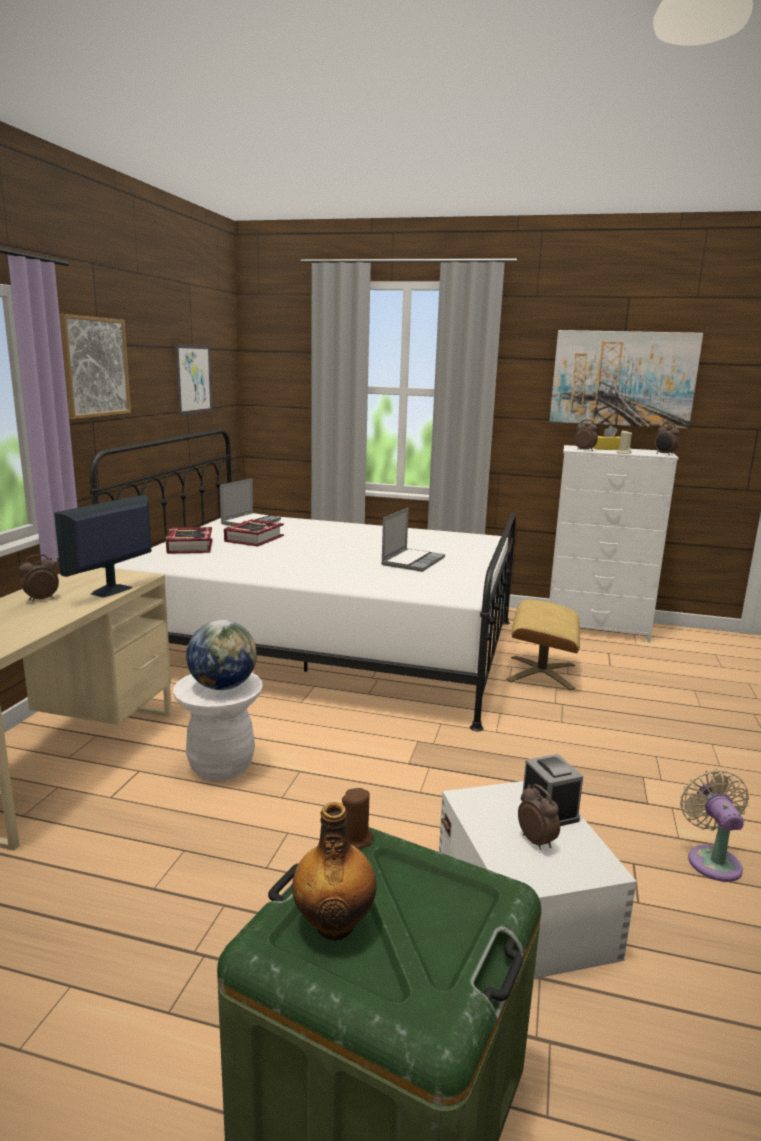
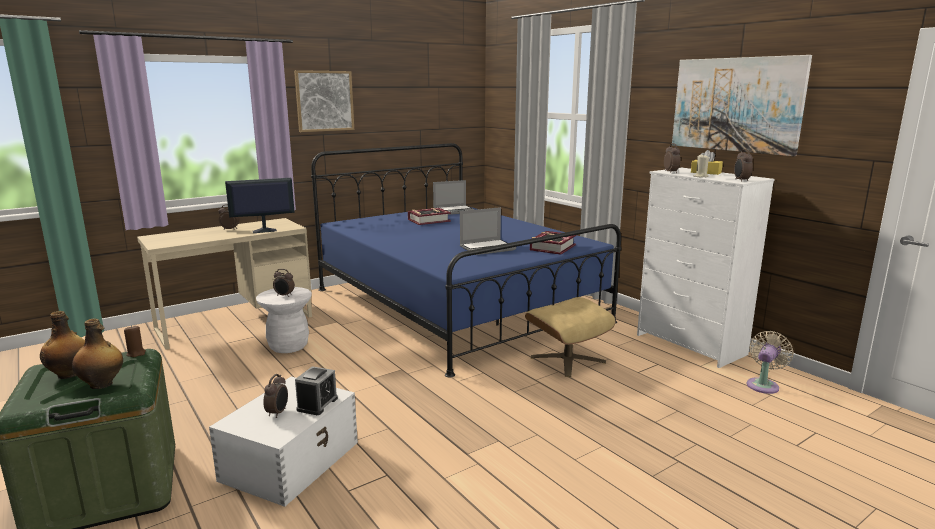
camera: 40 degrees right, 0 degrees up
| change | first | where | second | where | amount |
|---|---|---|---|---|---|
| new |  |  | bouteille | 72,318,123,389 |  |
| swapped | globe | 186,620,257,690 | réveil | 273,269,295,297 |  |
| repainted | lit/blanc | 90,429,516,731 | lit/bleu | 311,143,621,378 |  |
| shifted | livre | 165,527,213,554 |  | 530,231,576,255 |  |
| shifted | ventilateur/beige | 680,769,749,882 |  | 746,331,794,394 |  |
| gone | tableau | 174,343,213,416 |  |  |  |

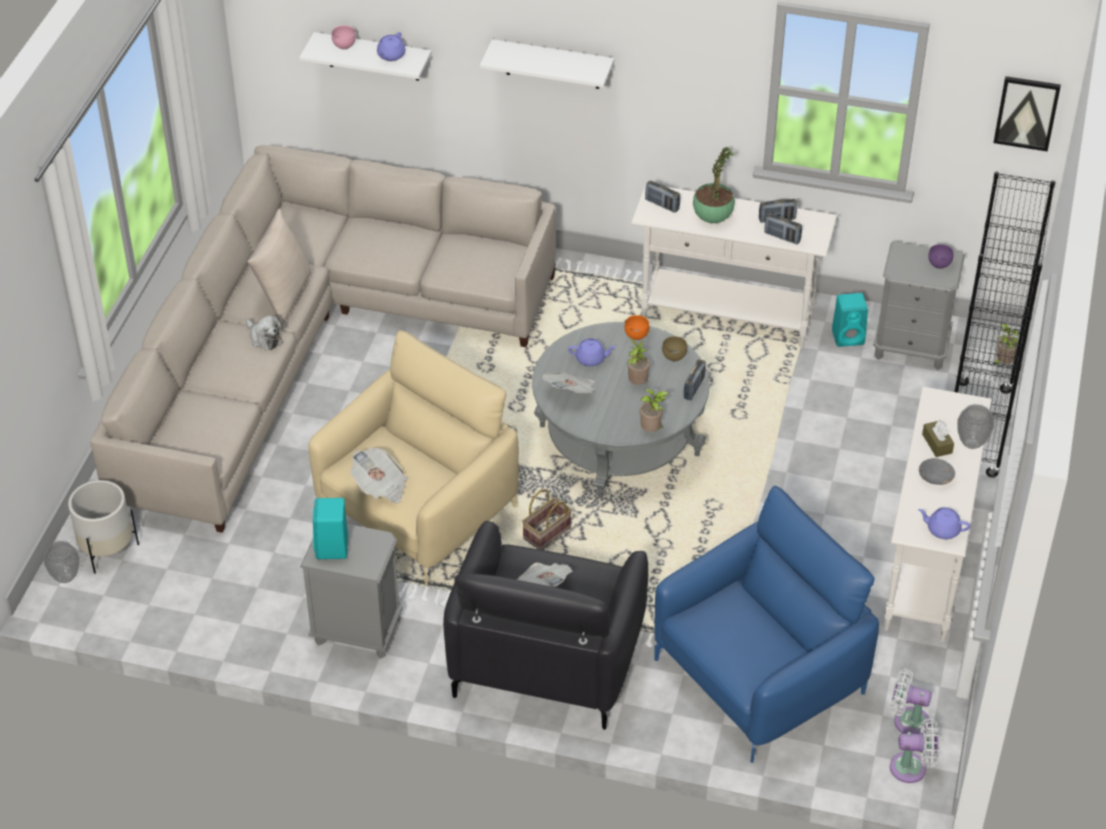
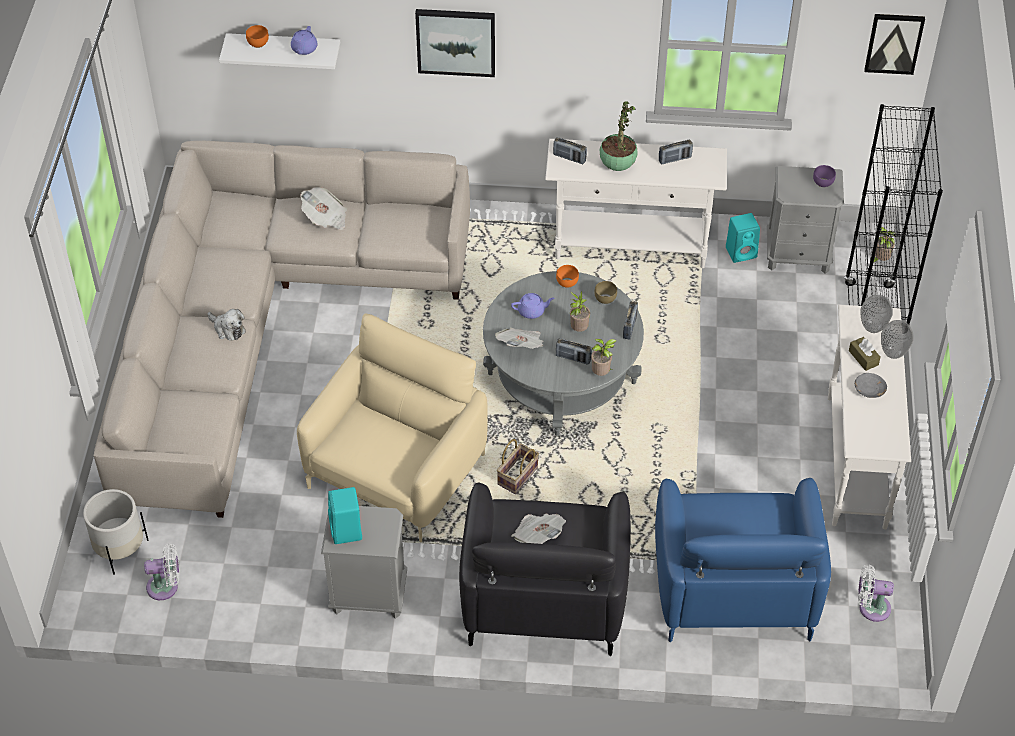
camera: 10 degrees left, 5 degrees up
| change | first | where | second | where | amount |
|---|---|---|---|---|---|
| shifted | ventilateur/blanc | 890,718,939,783 |  | 144,544,179,600 |  |
| repainted | bol/rose | 332,26,356,49 | bol/orange | 246,25,269,48 |  |
| shifted | journal | 350,448,408,504 |  | 300,187,347,230 |  |
| swapped | étagère/blanc | 480,39,614,89 | tableau | 415,9,495,77 |  |
| shifted | radio | 764,213,802,244 |  | 556,338,592,365 |  |
| rotated | fauteuil/bleu | 654,486,879,763 |  | 655,478,831,642 | 135 degrees clockwise |
| shifted | vase | 44,541,79,583 |  | 861,295,893,333 |  |
| gone | coussin/beige | 247,209,312,325 |  |  |  |
| gone | théière/violet | 918,508,971,539 |  |  |  |

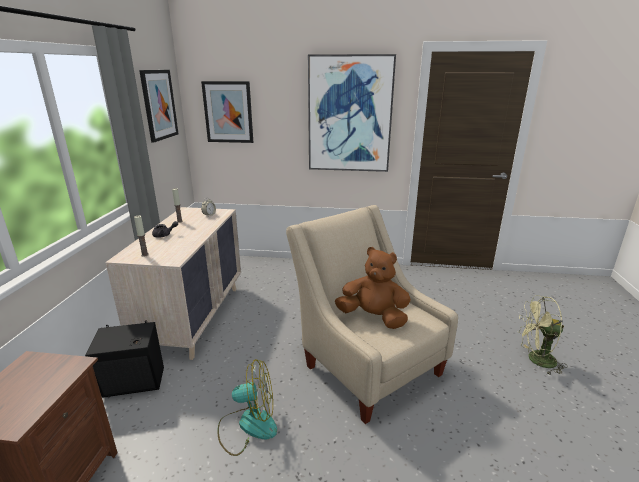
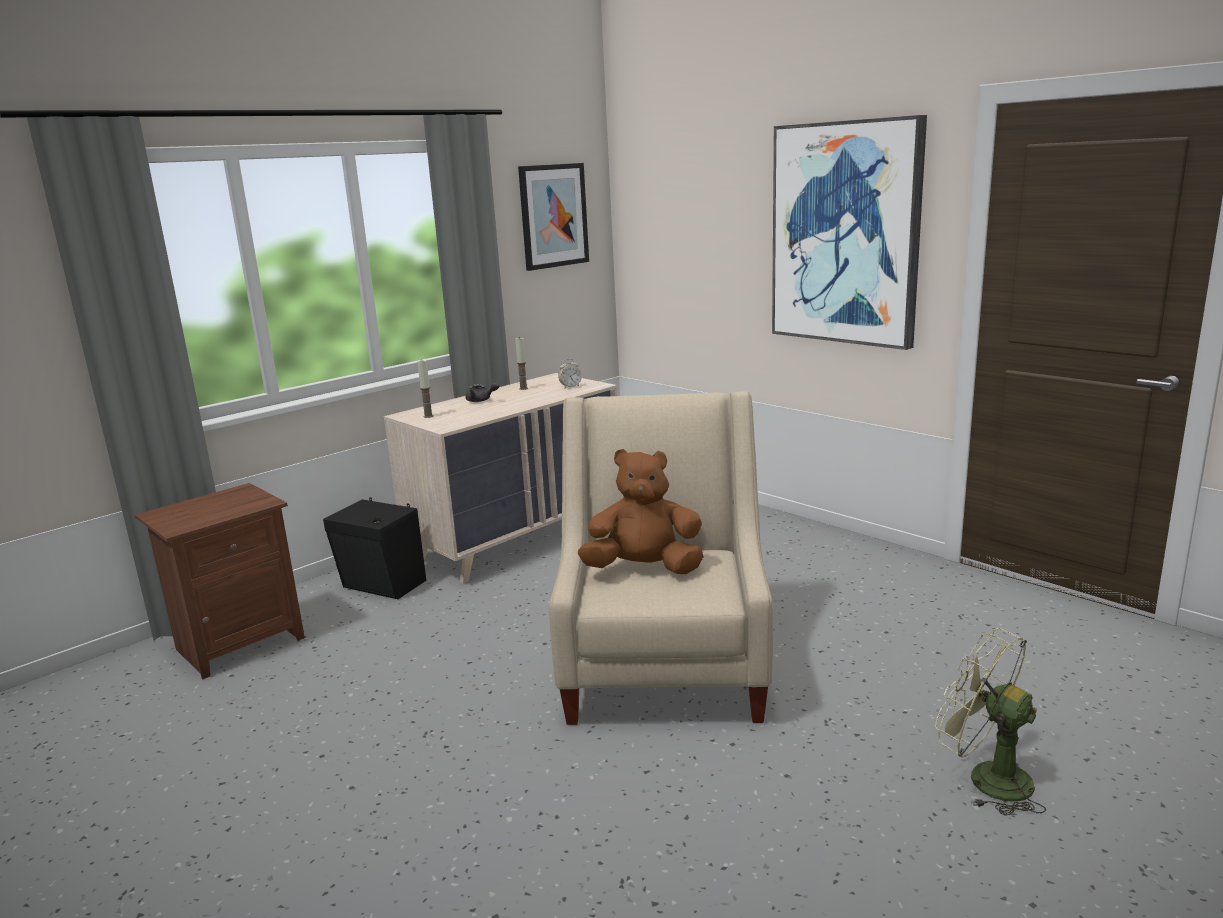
camera: 40 degrees right, 5 degrees down
| change | first | where | second | where | amount |
|---|---|---|---|---|---|
| rotated | peluche/marron | 335,247,411,329 |  | 578,449,703,574 | 60 degrees counterclockwise |
| gone | tableau | 201,81,253,143 |  |  |  |
| gone | ventilateur | 217,359,277,456 |  |  |  |

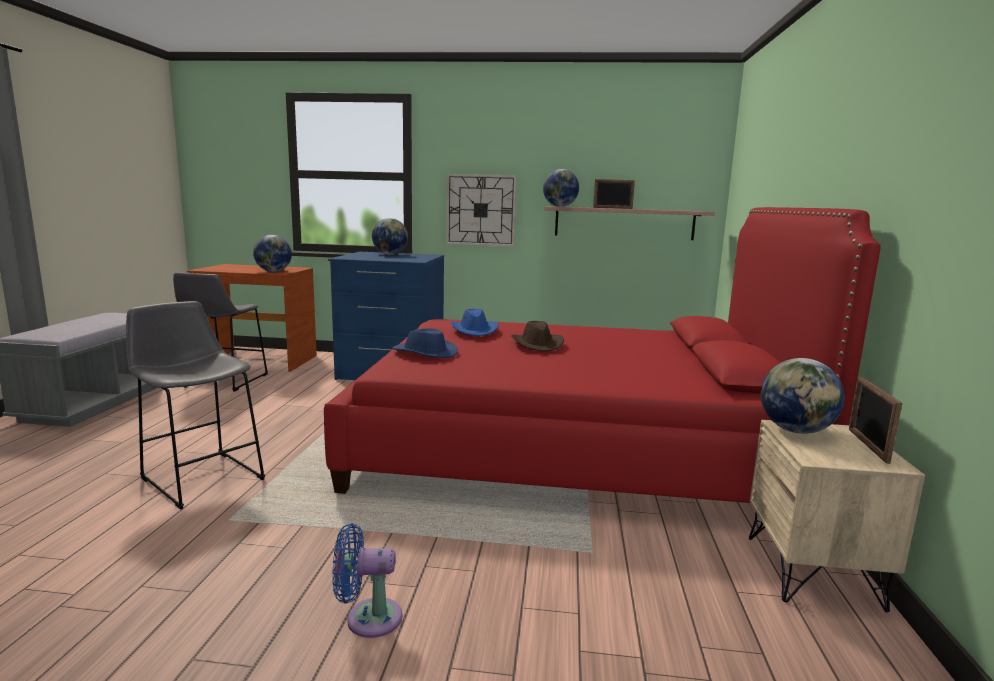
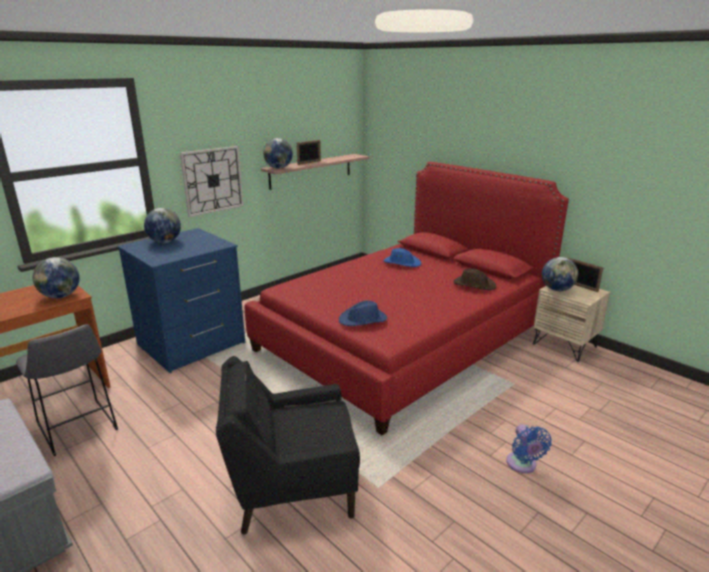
camera: 50 degrees left, 10 degrees up
| change | first | where | second | where | amount |
|---|---|---|---|---|---|
| swapped | tabouret/gris | 126,301,265,510 | fauteuil/noir | 216,356,360,535 |  |
| shifted | chapeau/bleu | 451,309,498,336 |  | 383,248,421,267 |  |
| shifted | chapeau/marron | 511,321,564,352 |  | 453,268,497,290 |  |
| rotated | ventilateur/bleu | 333,524,402,638 |  | 506,424,552,473 | 45 degrees counterclockwise |

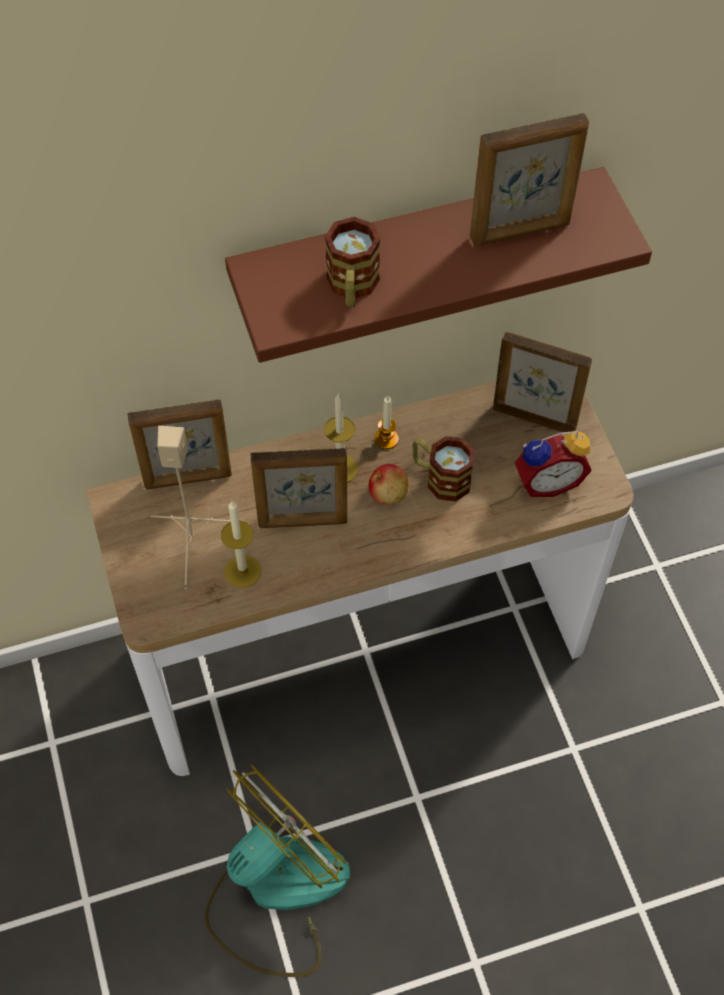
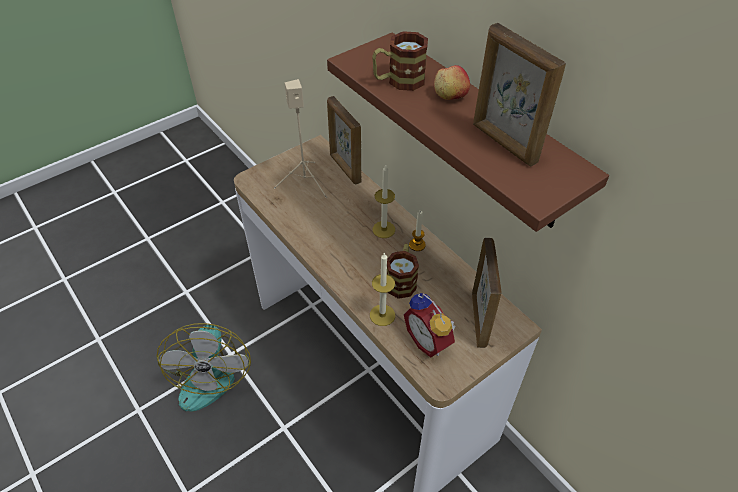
camera: 70 degrees right, 10 degrees down
| change | first | where | second | where | amount |
|---|---|---|---|---|---|
| rotated | ventilateur | 205,765,350,977 |  | 156,323,251,412 | 60 degrees clockwise |
| shifted | bougie | 221,501,261,588 |  | 370,253,395,326 |  |
| shifted | pomme | 368,464,408,505 |  | 434,65,470,100 |  |
| gone | cadre photo | 251,448,347,528 |  |  |  |

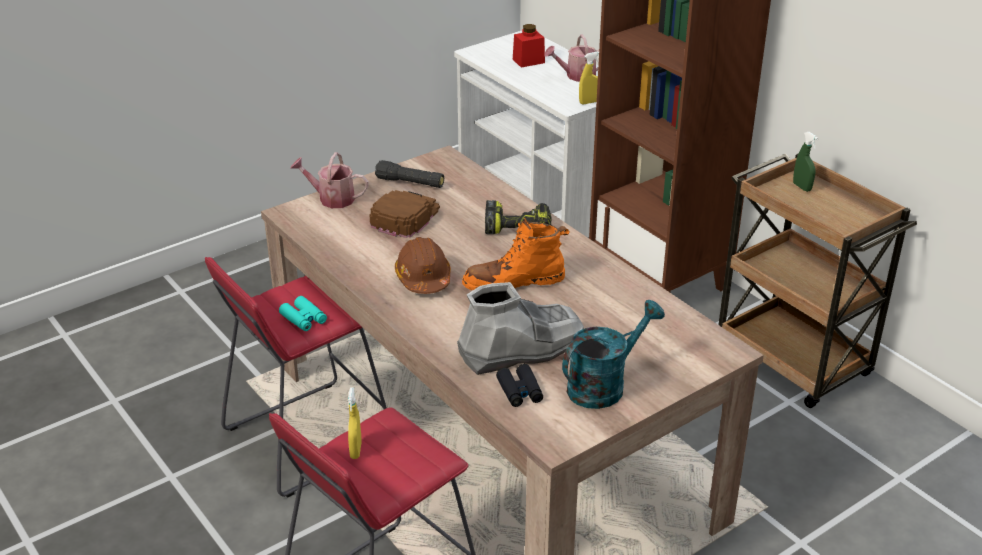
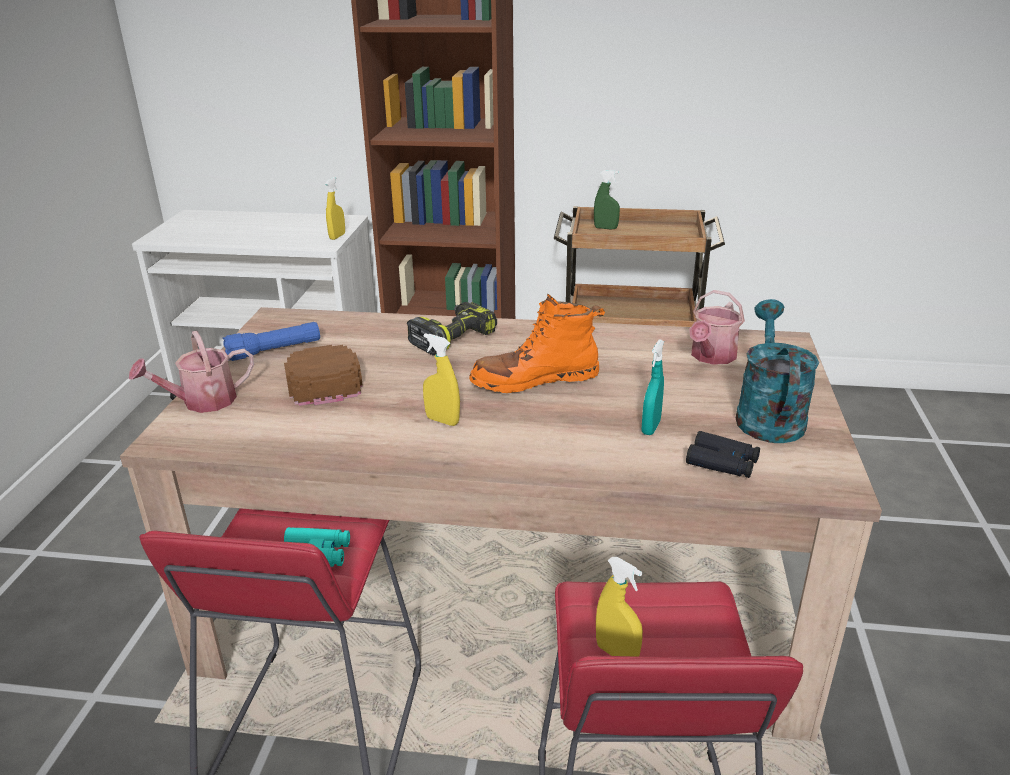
camera: 45 degrees left, 5 degrees down
| change | first | where | second | where | amount |
|---|---|---|---|---|---|
| repainted | lampe de poche/noir | 375,160,444,188 | lampe de poche/bleu | 223,322,320,361 |  |
| swapped | casque de chantier/marron | 395,237,451,294 | vaporisateur/jaune | 423,333,460,426 |  |
| rotated | botte/orange | 462,217,569,290 |  | 469,294,605,393 | 45 degrees clockwise |
| swapped | botte/gris | 457,282,584,375 | vaporisateur/turquoise | 642,339,664,435 |  |
| shifted | arrosoir | 544,34,599,82 |  | 689,290,745,365 |  |
| gone | bocal/rouge | 513,24,545,68 |  |  |  |

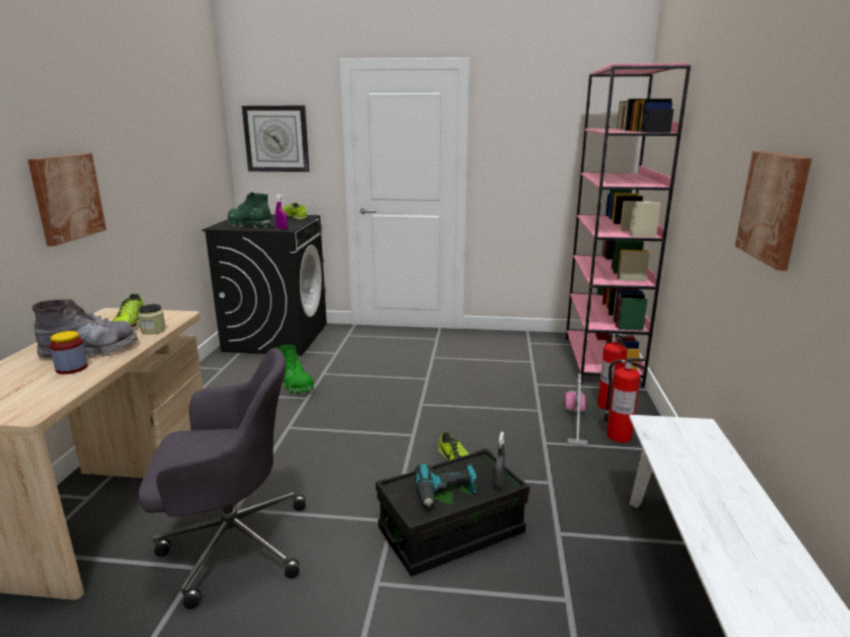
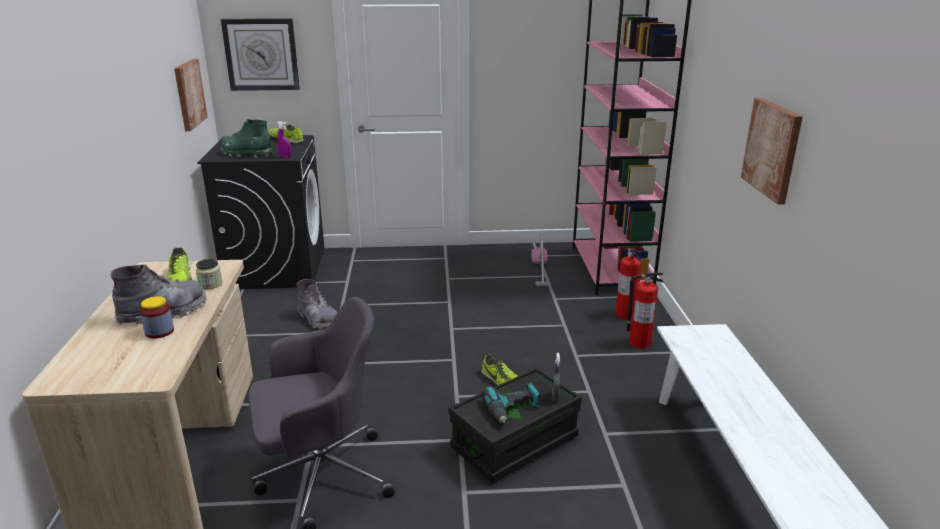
camera: 10 degrees left, 5 degrees up
| change | first | where | second | where | amount |
|---|---|---|---|---|---|
| shifted | tableau | 28,153,106,246 |  | 174,59,208,131 |  |
| repainted | botte/vert | 278,345,314,394 | botte/gris | 297,279,338,329 |  |
| shifted | aspirateur | 564,373,588,446 |  | 531,232,551,286 |  |

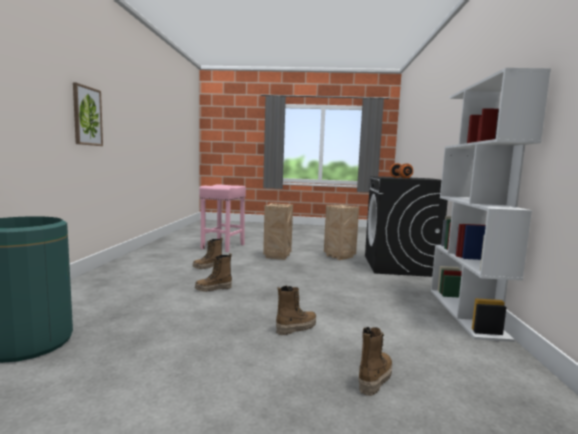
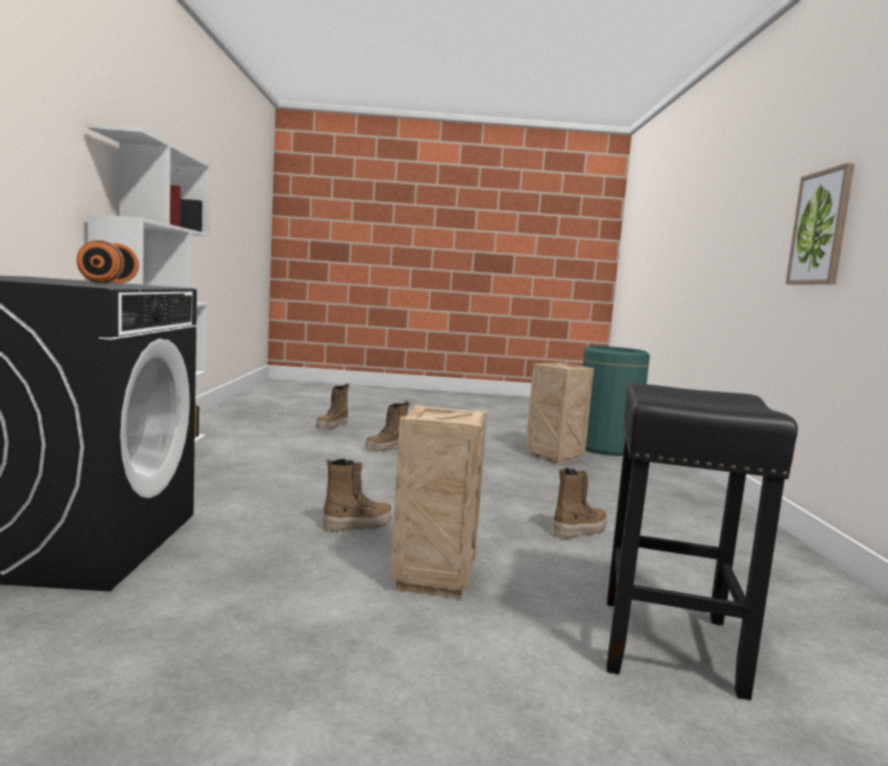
camera: 175 degrees right, 0 degrees up
| change | first | where | second | where | amount |
|---|---|---|---|---|---|
| shifted | botte | 195,253,232,292 |  | 323,459,392,532 |  |
| shifted | caisse | 324,205,359,260 |  | 526,363,594,465 |  |
| repainted | tabouret/rose | 199,184,246,252 | tabouret/noir | 607,383,798,700 |  |

